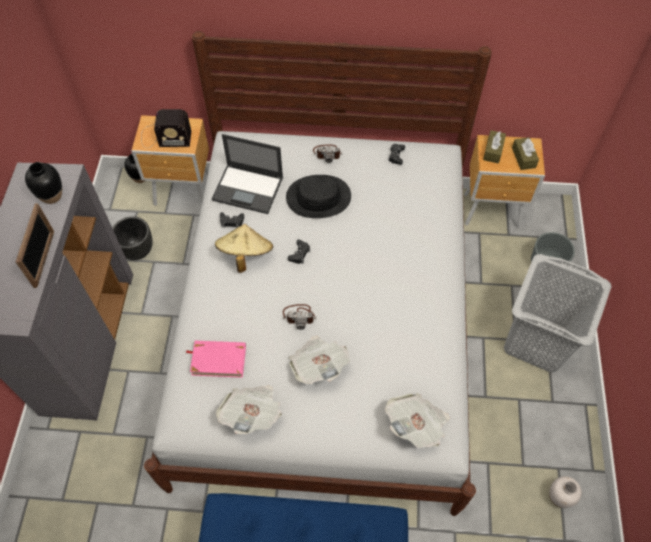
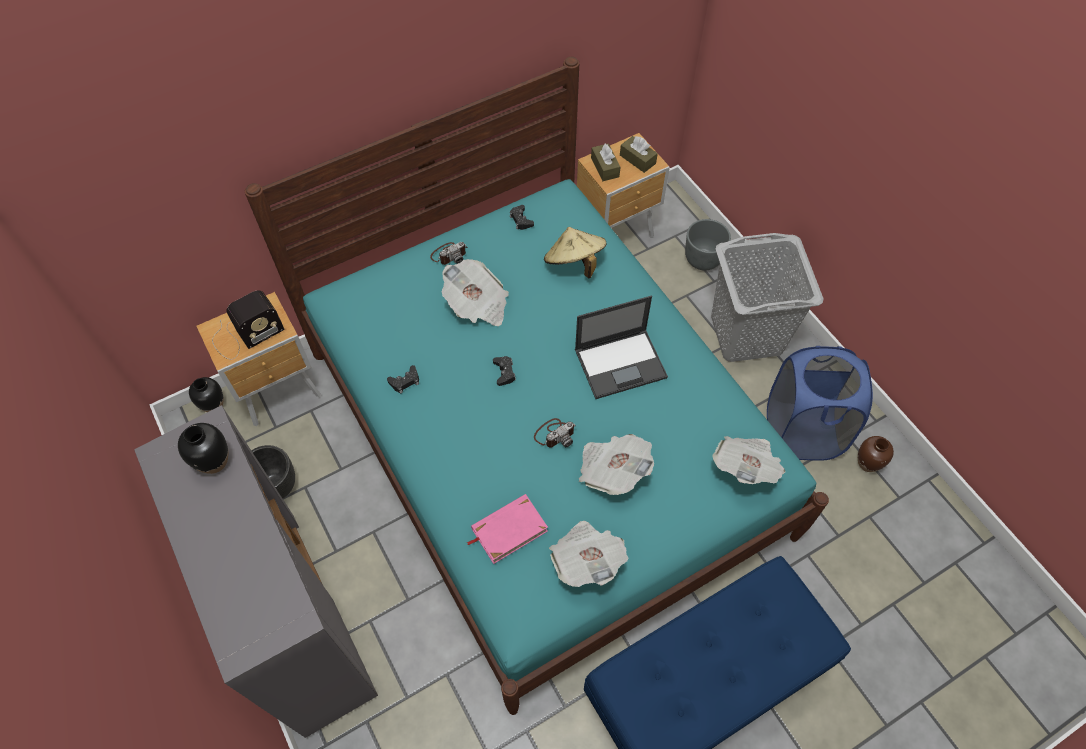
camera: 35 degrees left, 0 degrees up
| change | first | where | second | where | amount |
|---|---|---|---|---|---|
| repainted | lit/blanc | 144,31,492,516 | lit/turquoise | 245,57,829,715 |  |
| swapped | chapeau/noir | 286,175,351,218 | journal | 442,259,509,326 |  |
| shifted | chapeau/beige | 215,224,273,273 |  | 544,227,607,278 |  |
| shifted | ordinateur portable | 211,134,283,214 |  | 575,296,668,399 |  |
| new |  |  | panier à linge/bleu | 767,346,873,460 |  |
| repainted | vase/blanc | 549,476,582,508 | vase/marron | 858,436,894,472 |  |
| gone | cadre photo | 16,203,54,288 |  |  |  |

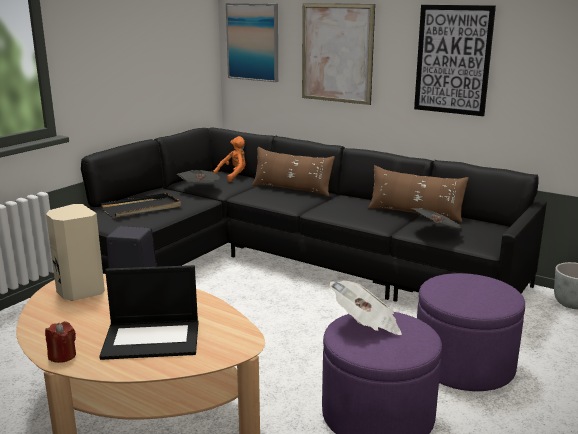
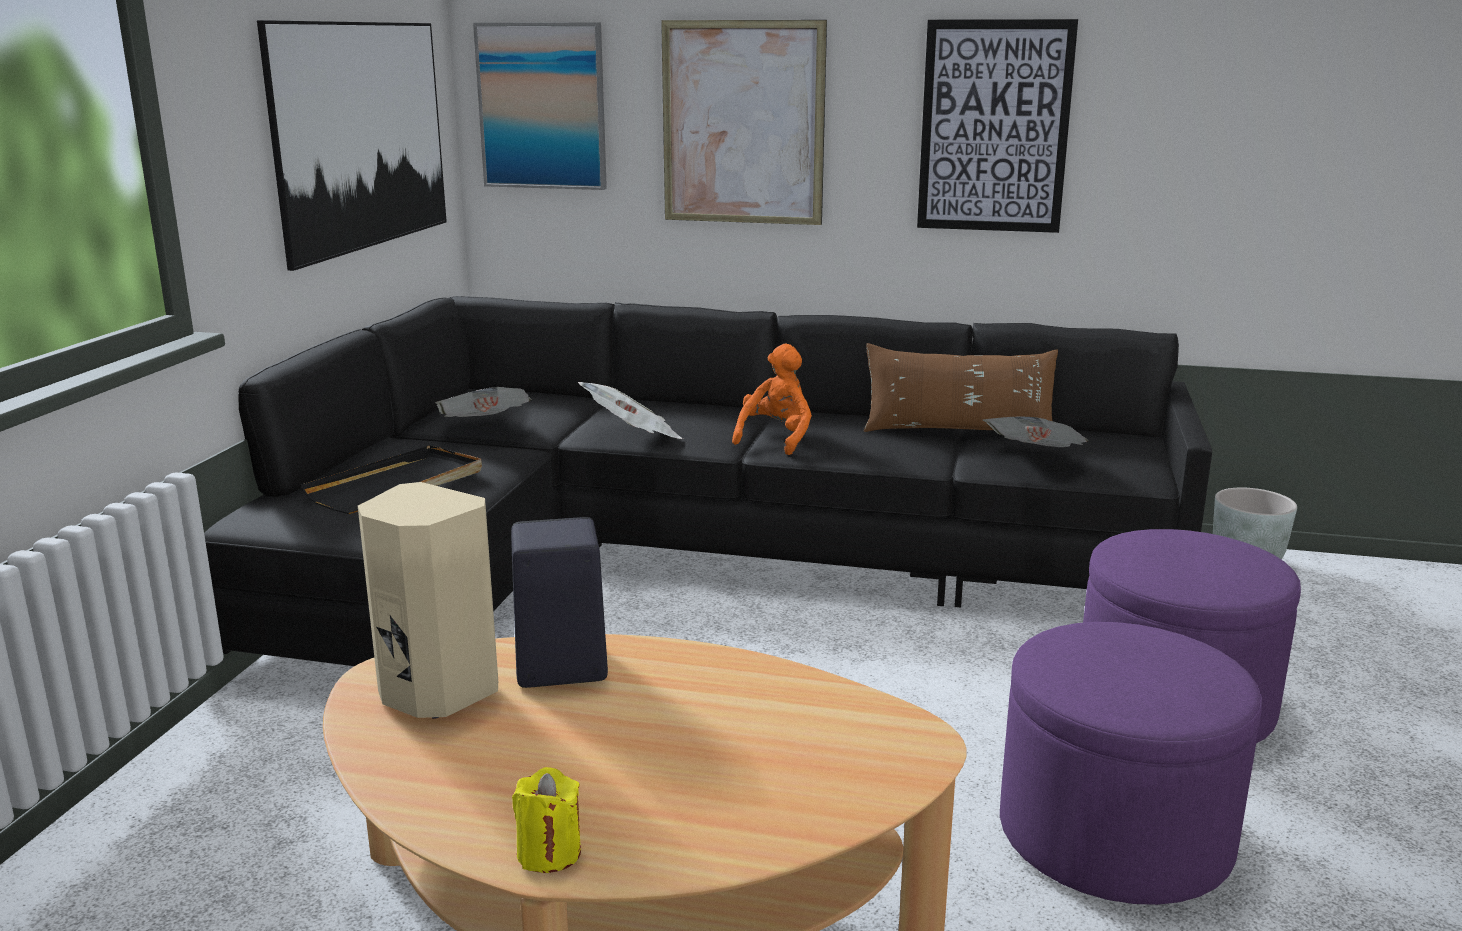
camera: 20 degrees left, 0 degrees up
| change | first | where | second | where | amount |
|---|---|---|---|---|---|
| new |  |  | tableau | 257,20,447,271 |  |
| repainted | bougie/rouge | 45,321,76,363 | bougie/jaune | 512,767,581,873 |  |
| shifted | journal | 330,281,402,335 |  | 578,382,683,439 |  |
| shifted | peluche/orange | 213,136,245,182 |  | 732,344,812,455 |  |
| gone | ordinateur portable | 99,265,198,360 |  |  |  |
| gone | coussin/marron | 252,147,335,196 |  |  |  |

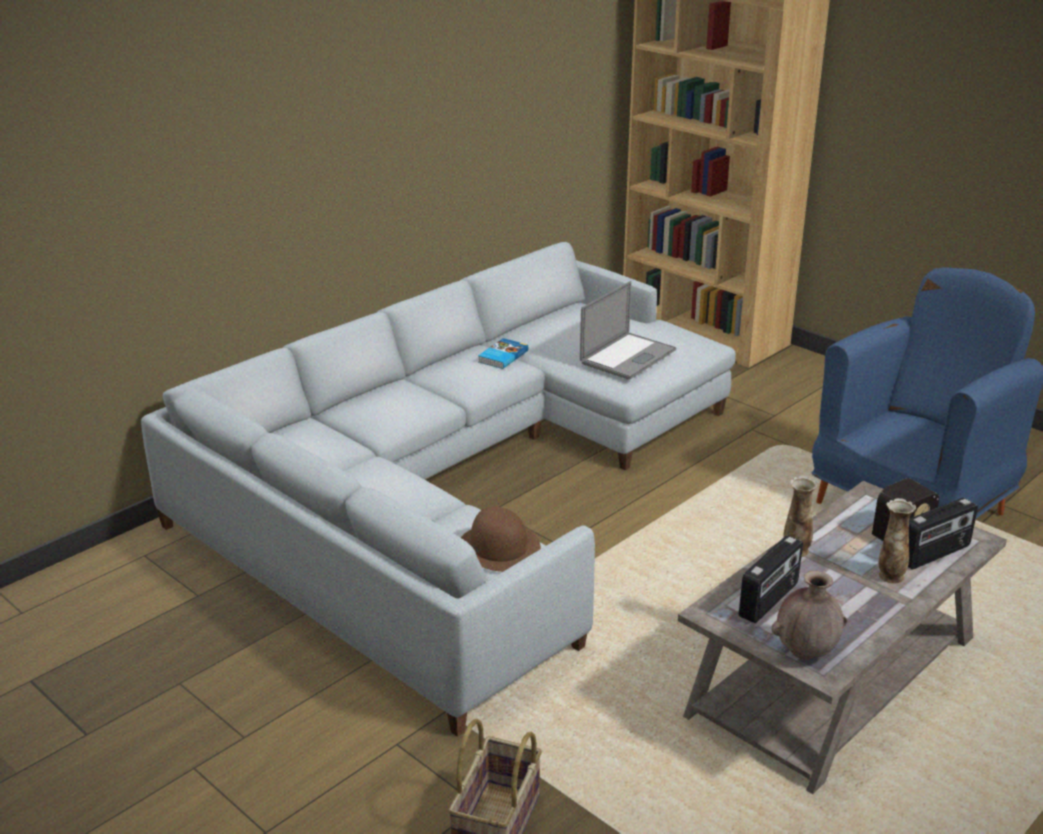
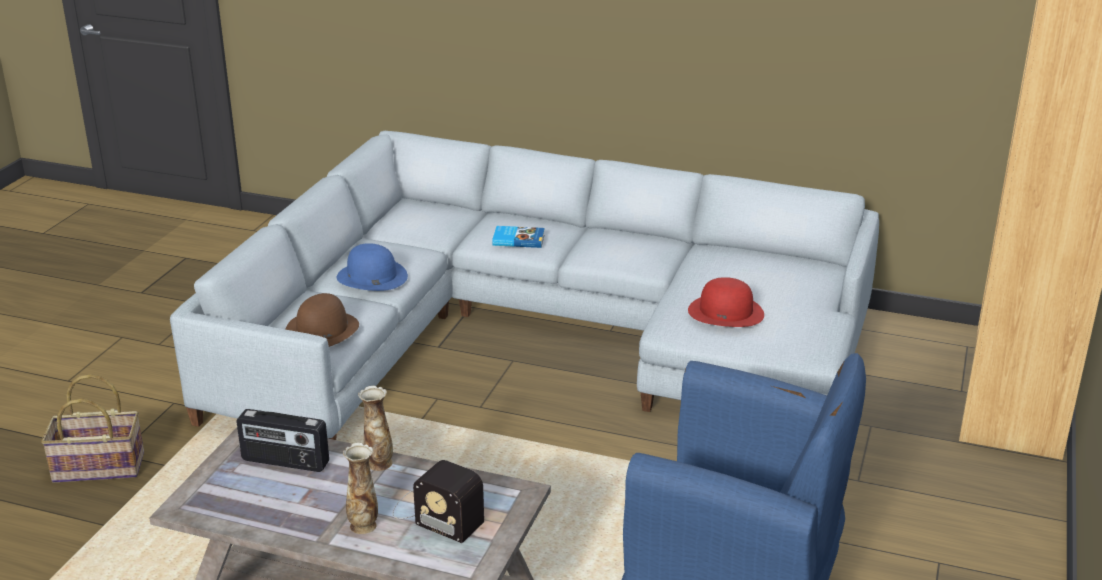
camera: 65 degrees right, 0 degrees up
| change | first | where | second | where | amount |
|---|---|---|---|---|---|
| new |  |  | chapeau/bleu | 337,243,408,291 |  |
| shifted | livre | 478,338,529,369 |  | 492,226,545,248 |  |
| swapped | ordinateur portable | 580,281,676,380 | chapeau/rouge | 688,277,764,327 |  |
| gone | vase/marron | 771,571,847,660 |  |  |  |
| gone | radio | 908,498,978,569 |  |  |  |

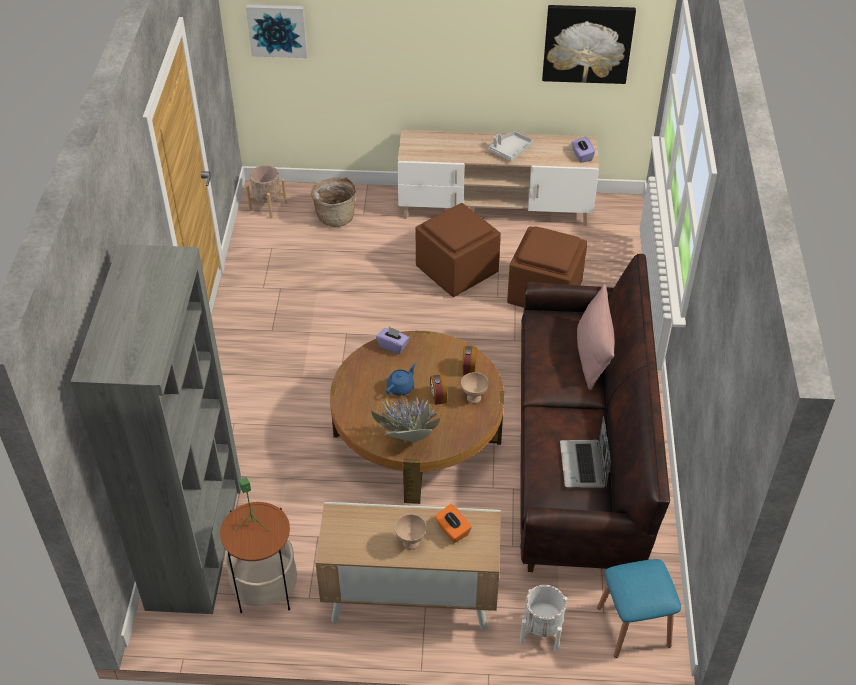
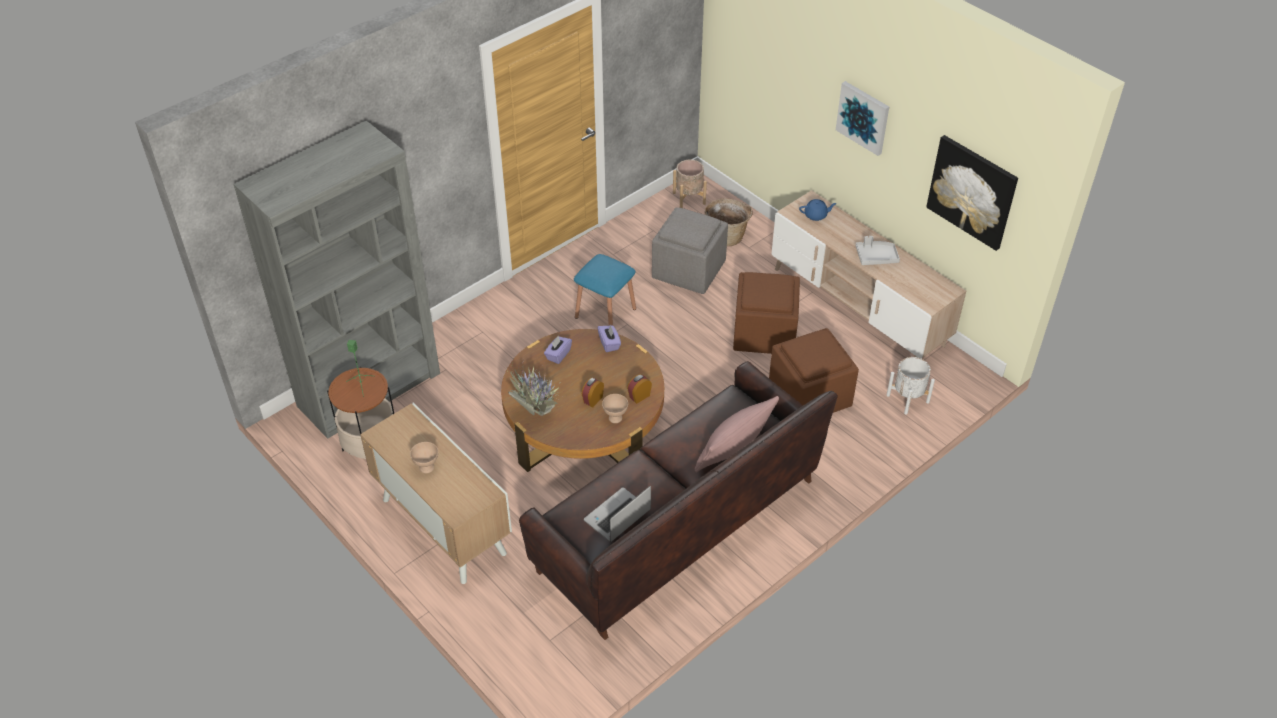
camera: 45 degrees right, 0 degrees up
| change | first | where | second | where | amount |
|---|---|---|---|---|---|
| shifted | boîte à mouchoirs/violet | 572,137,595,163 |  | 544,336,572,364 |  |
| shifted | tabouret/bleu | 597,559,681,658 |  | 574,254,636,326 |  |
| new |  |  | pouf/gris | 652,207,728,294 |  |
| shifted | théière/bleu | 386,363,416,396 |  | 799,199,837,221 |  |
| shifted | tableau | 246,5,308,58 |  | 836,81,889,156 |  |
| shifted | cache-pot/blanc | 520,585,567,652 |  | 886,357,935,415 |  |
| gone | boîte à mouchoirs/orange | 435,504,472,543 |  |  |  |

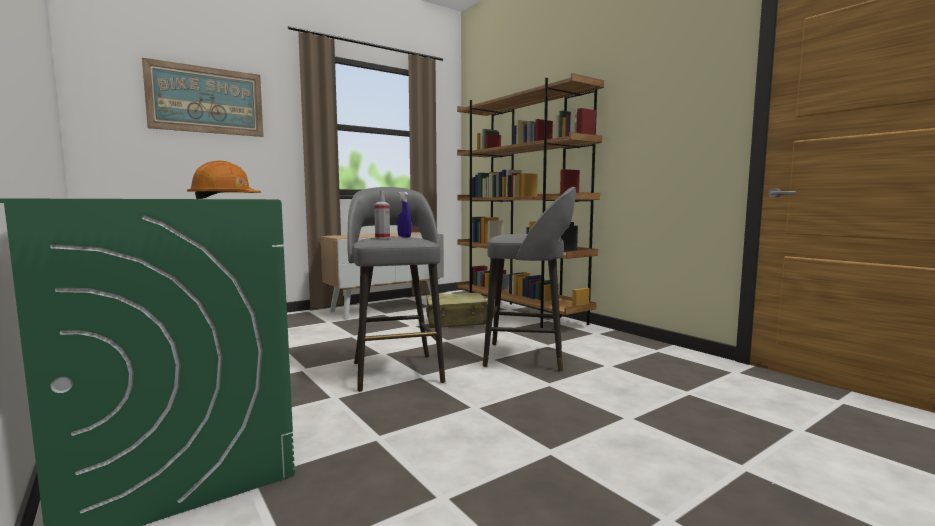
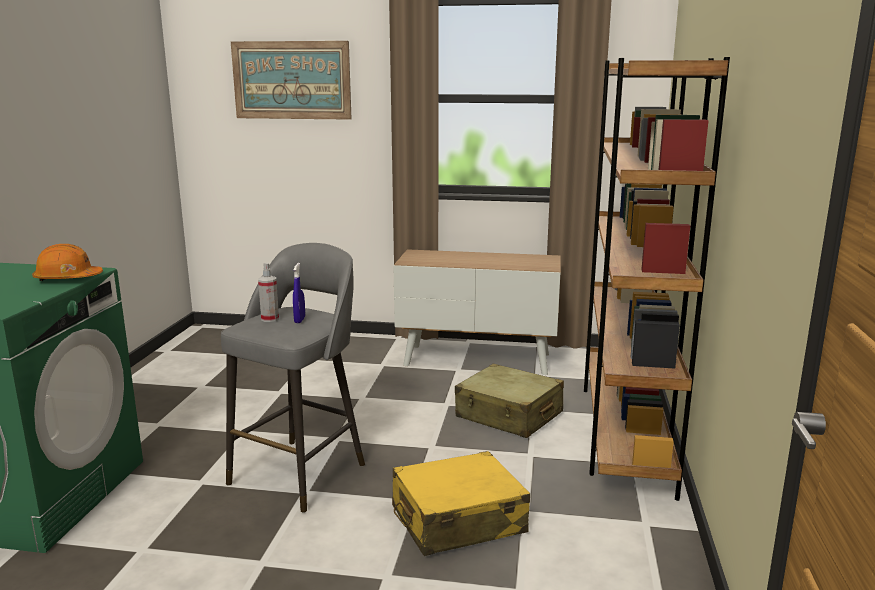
camera: 45 degrees right, 10 degrees up
| change | first | where | second | where | amount |
|---|---|---|---|---|---|
| swapped | tabouret/gris | 483,187,576,372 | valise/jaune | 392,451,530,556 |  |

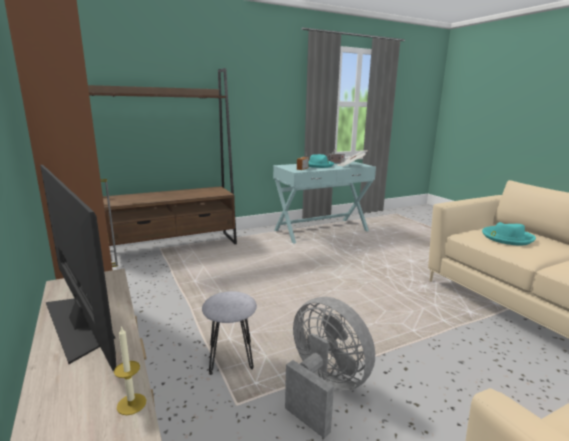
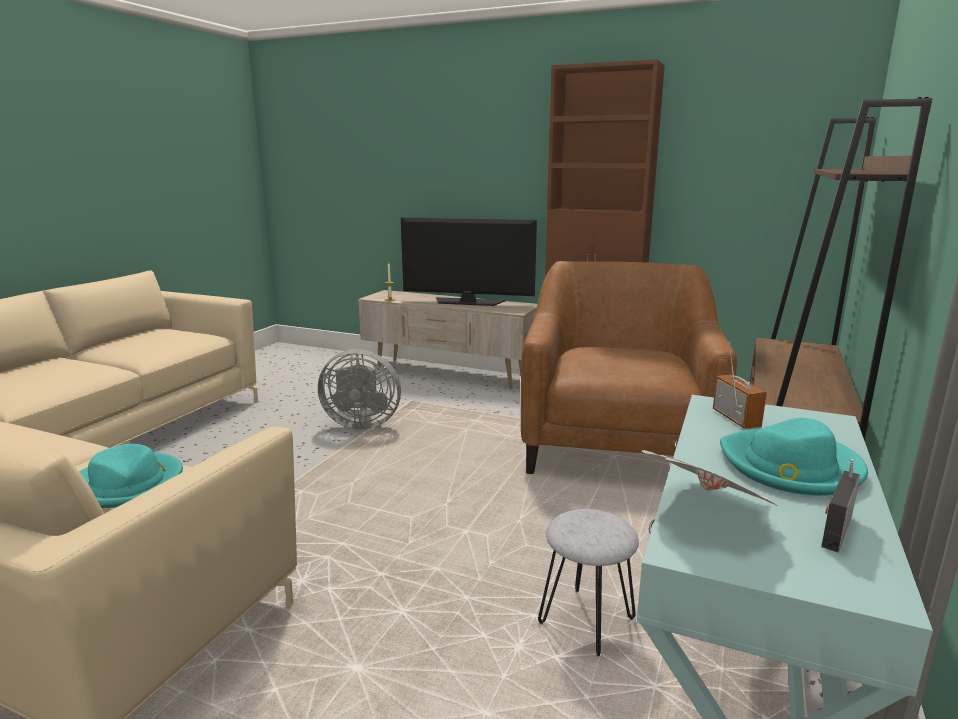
camera: 140 degrees right, 0 degrees up
| change | first | where | second | where | amount |
|---|---|---|---|---|---|
| new |  |  | fauteuil/marron | 521,261,737,474 |  |
| shifted | tabouret/gris | 202,291,257,375 |  | 538,509,639,656 |  |

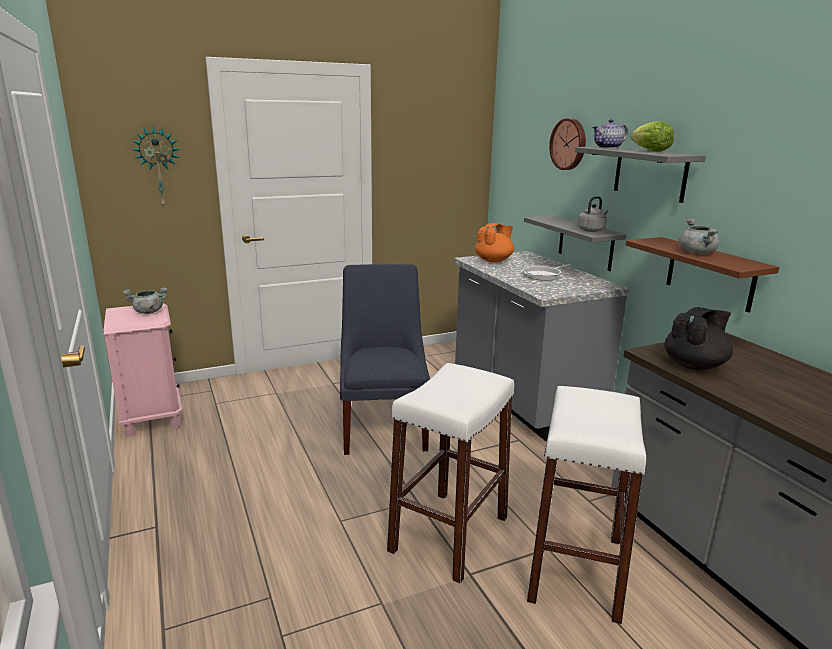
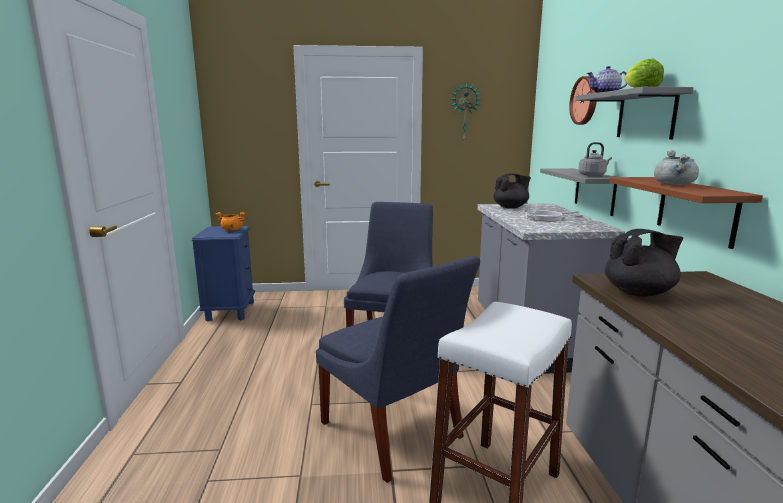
camera: 20 degrees right, 5 degrees down
| change | first | where | second | where | amount |
|---|---|---|---|---|---|
| repainted | table de chevet/rose | 104,304,182,437 | table de chevet/bleu | 192,226,255,322 |  |
| repainted | marmite/gris | 123,287,168,314 | marmite/orange | 216,212,246,231 |  |
| swapped | tabouret/blanc | 387,363,514,584 | chaise/bleu | 316,256,480,483 |  |
| shifted | horloge murale | 132,126,180,208 |  | 451,83,482,142 |  |
| repainted | théière/orange | 475,223,514,262 | théière/noir | 493,173,531,208 |  |

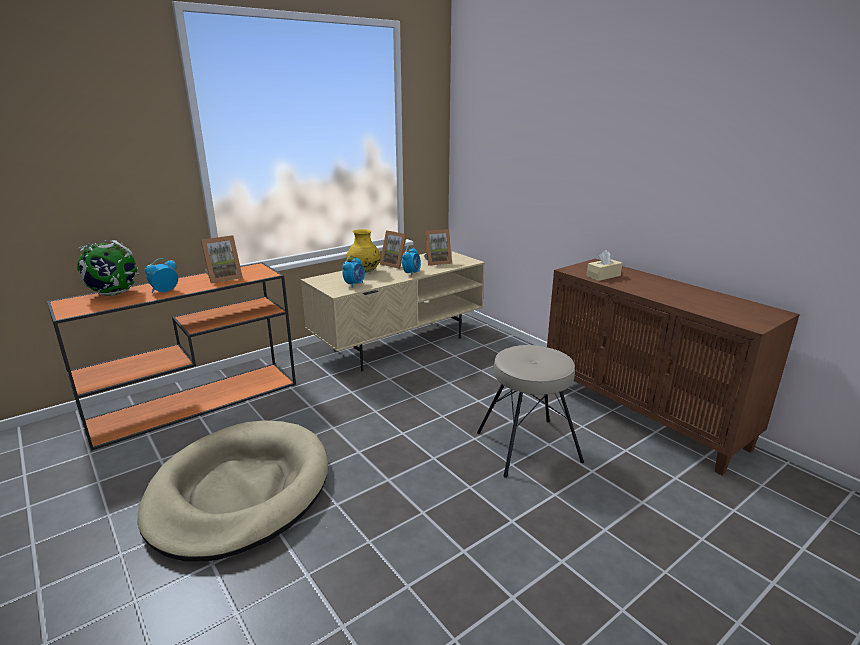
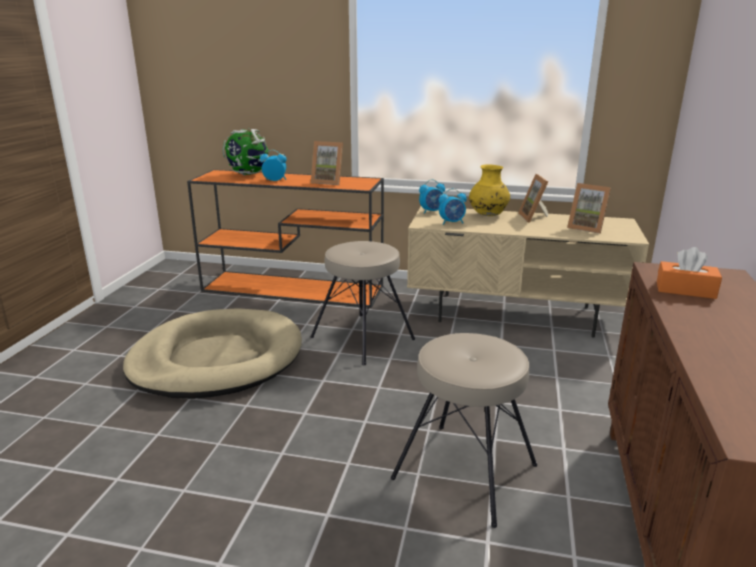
camera: 50 degrees right, 0 degrees up
| change | first | where | second | where | amount |
|---|---|---|---|---|---|
| new |  |  | tabouret/beige | 310,241,415,365 |  |
| shifted | réveil | 402,246,421,277 |  | 419,179,445,214 |  |
| repainted | boîte à mouchoirs/beige | 586,250,623,281 | boîte à mouchoirs/orange | 657,247,722,299 |  |

